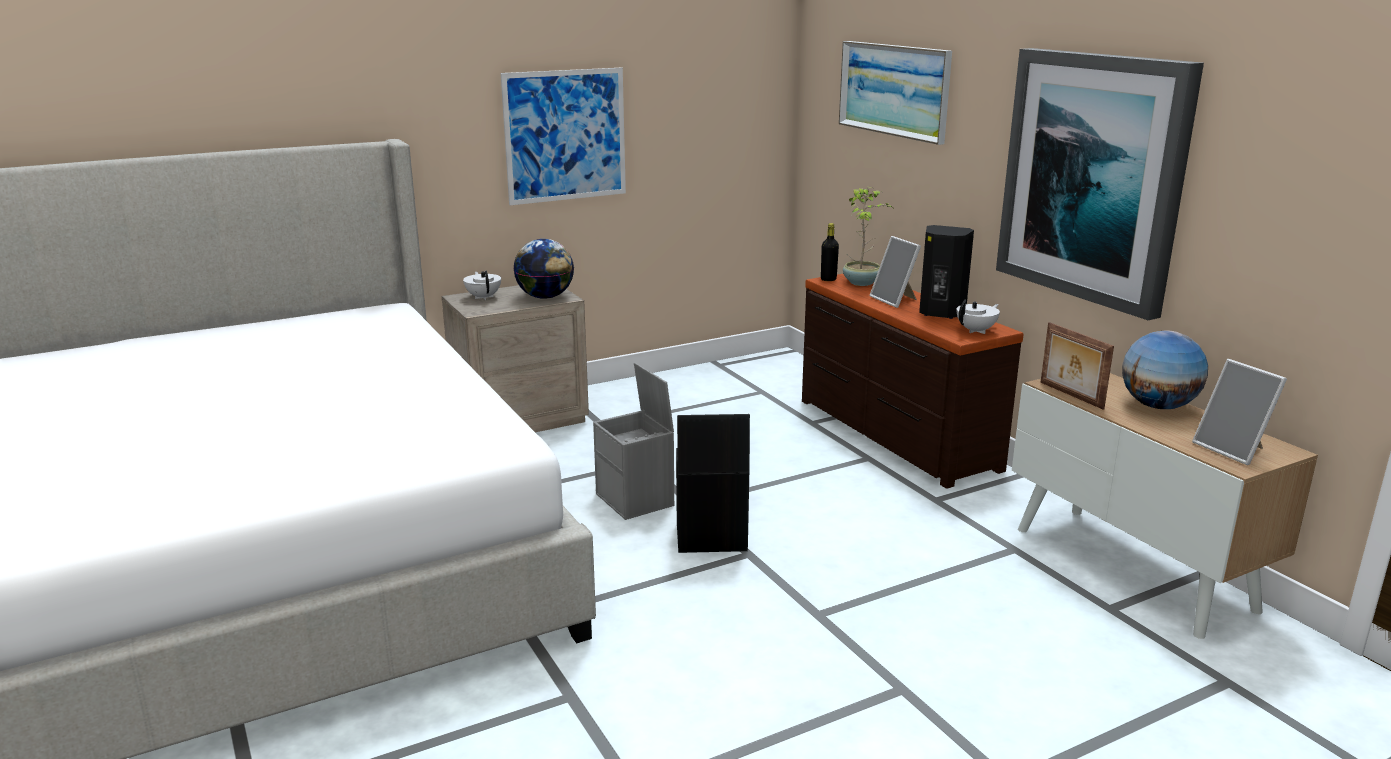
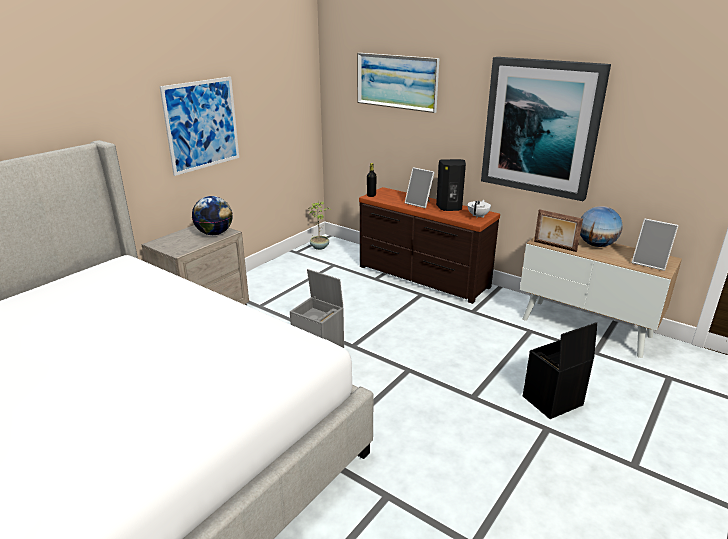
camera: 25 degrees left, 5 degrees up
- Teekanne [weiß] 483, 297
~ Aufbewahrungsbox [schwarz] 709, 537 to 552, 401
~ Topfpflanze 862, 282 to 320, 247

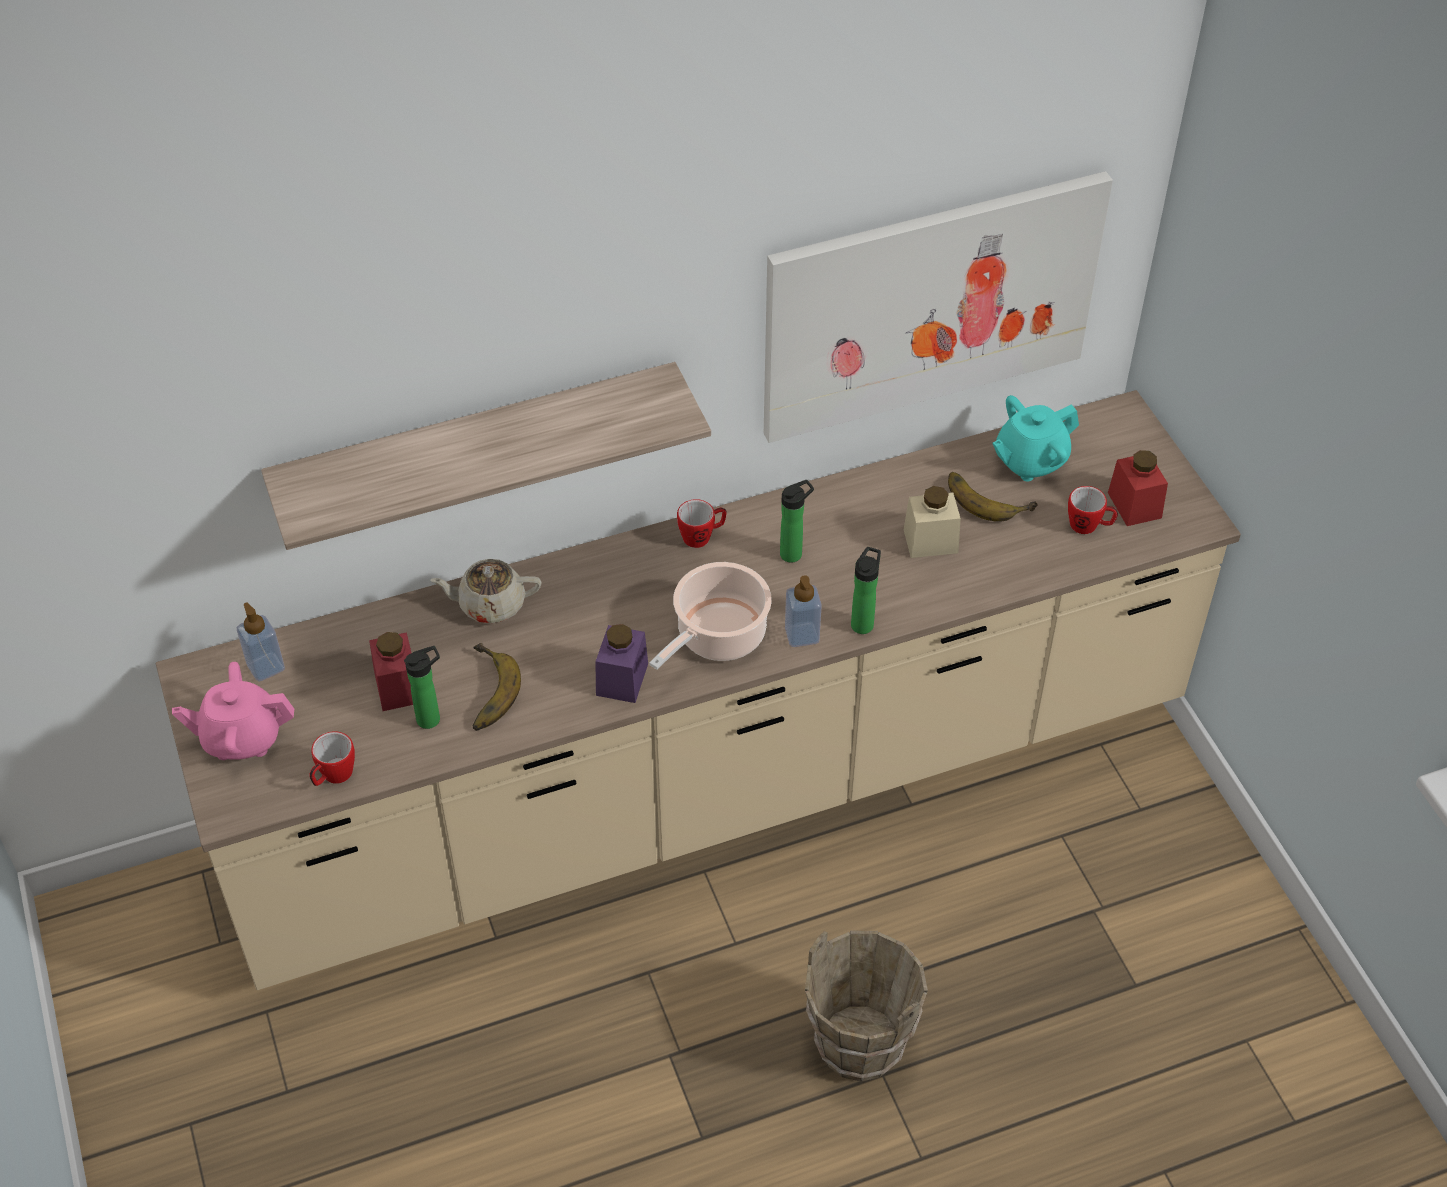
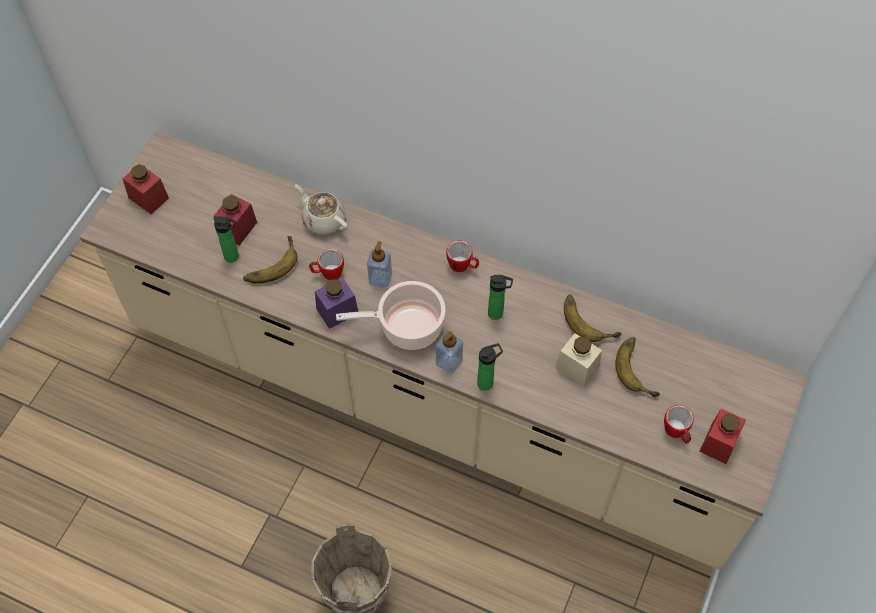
camera: 45 degrees right, 10 degrees up
~ Teekanne [rosa] 242, 738 to Vorratsglas [rot] 148, 198
~ Seifenspender 266, 667 to 380, 279
- Wandregal 477, 448
~ Henkelbecher 333, 776 to 328, 273
- Bild 930, 305
- Teekanne [türkis] 1030, 461
+ Banane 589, 319

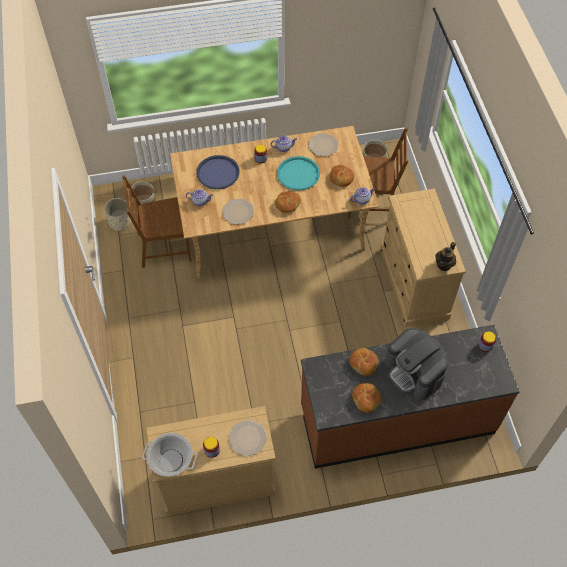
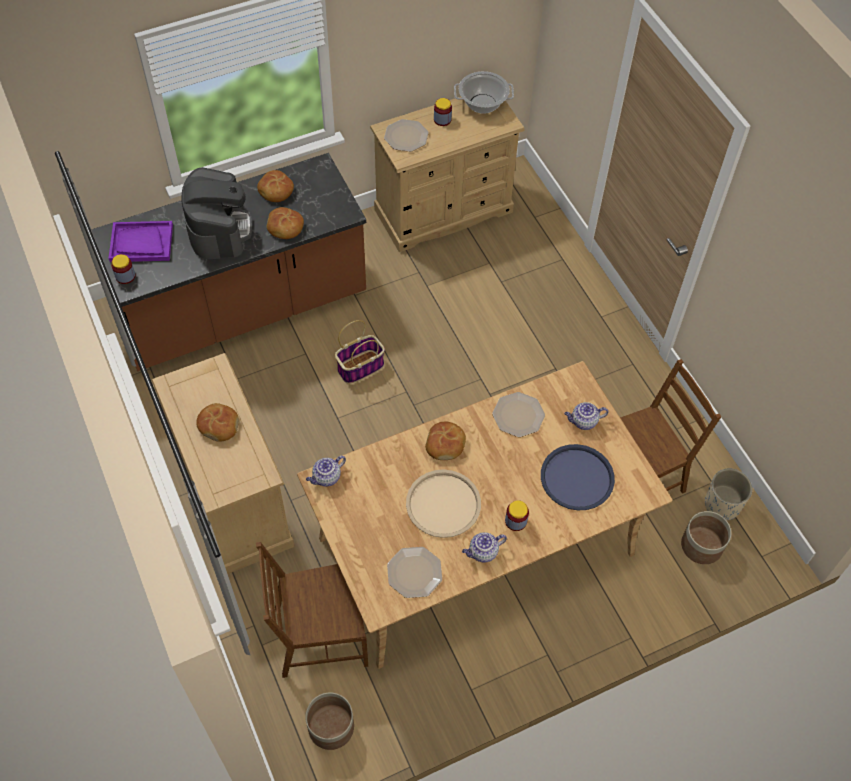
camera: 165 degrees right, 0 degrees up
~ Tablett [türkis] 298, 174 to Tablett [beige] 443, 504
~ Brot 341, 178 to 219, 425
~ Kaffeemaschine 414, 372 = 219, 229 45 degrees clockwise
- Teekanne 444, 265
+ Tablett [lila] 141, 243
+ Korb 361, 366

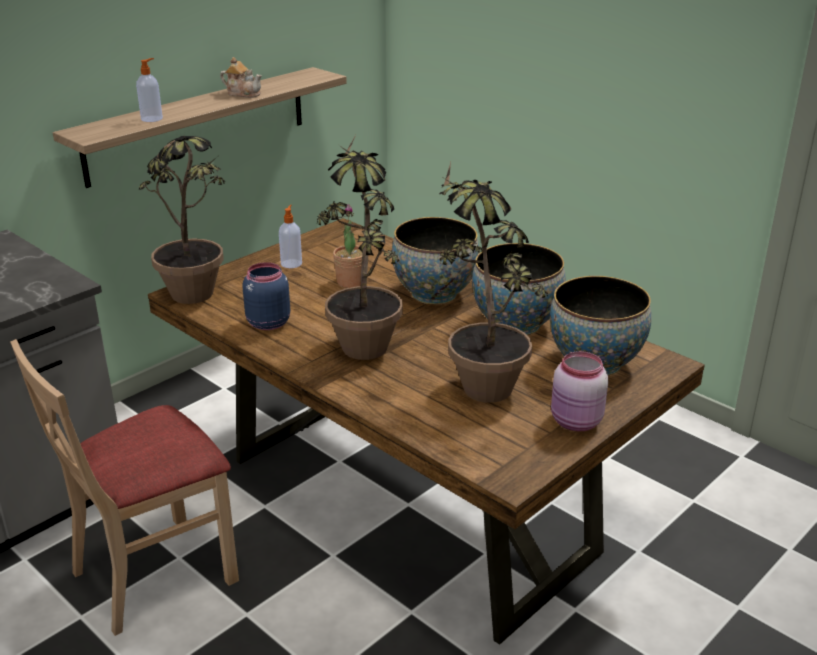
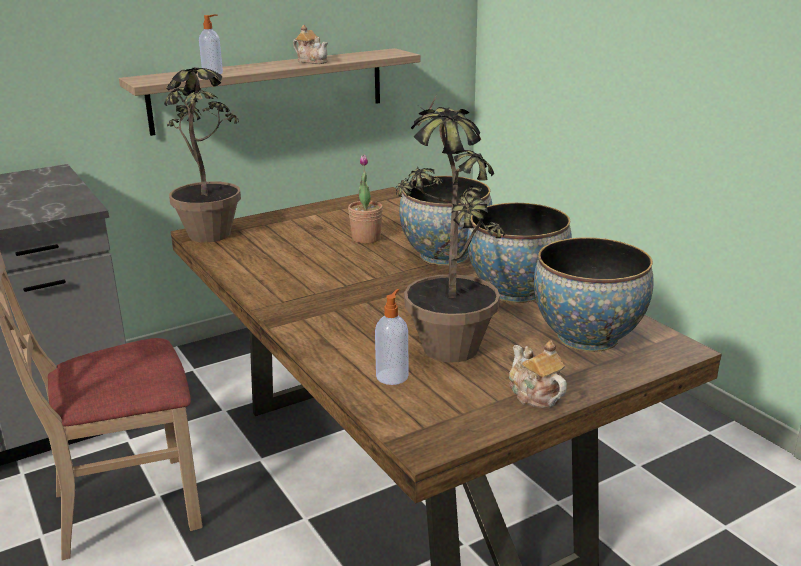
camera: 15 degrees right, 5 degrees down
- Vorratsglas [blau] 267, 323
~ Seifenspender 291, 263 to 392, 376
- Topfpflanze 363, 339
~ Vorratsglas [rosa] 576, 422 to Teekanne 534, 394

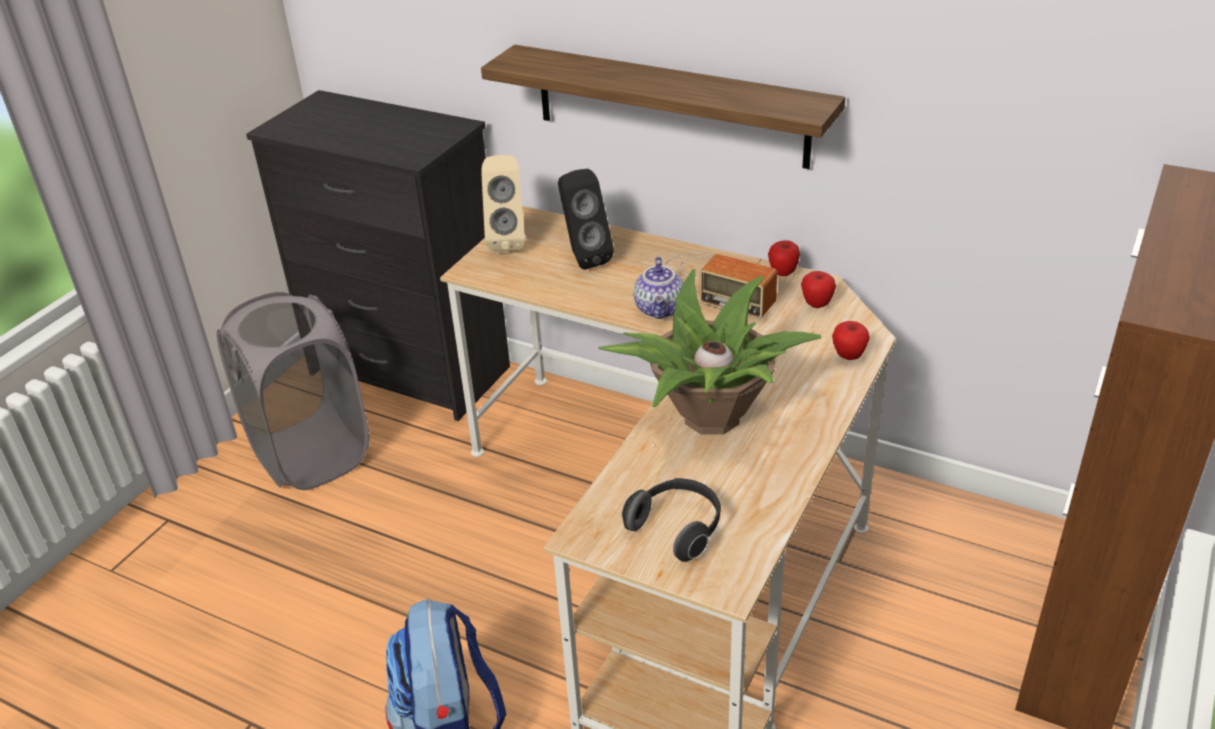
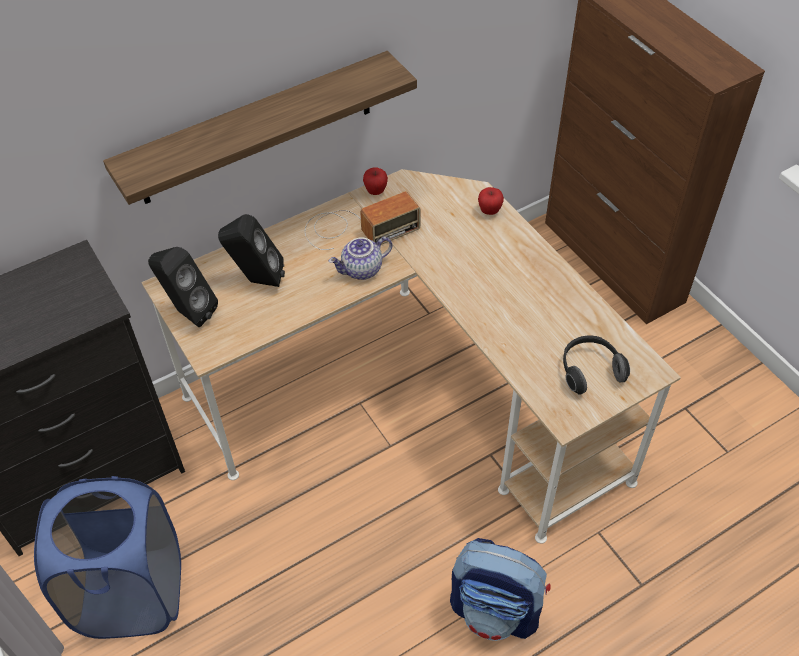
camera: 60 degrees left, 15 degrees up
~ Wäschekorb [grau] 310, 454 to Wäschekorb [blau] 132, 594
~ Lautsprecher [beige] 508, 241 to Lautsprecher [schwarz] 188, 312
- Topfpflanze 710, 418
~ Teekanne 661, 309 = 362, 270 120 degrees clockwise
- Apfel 816, 304

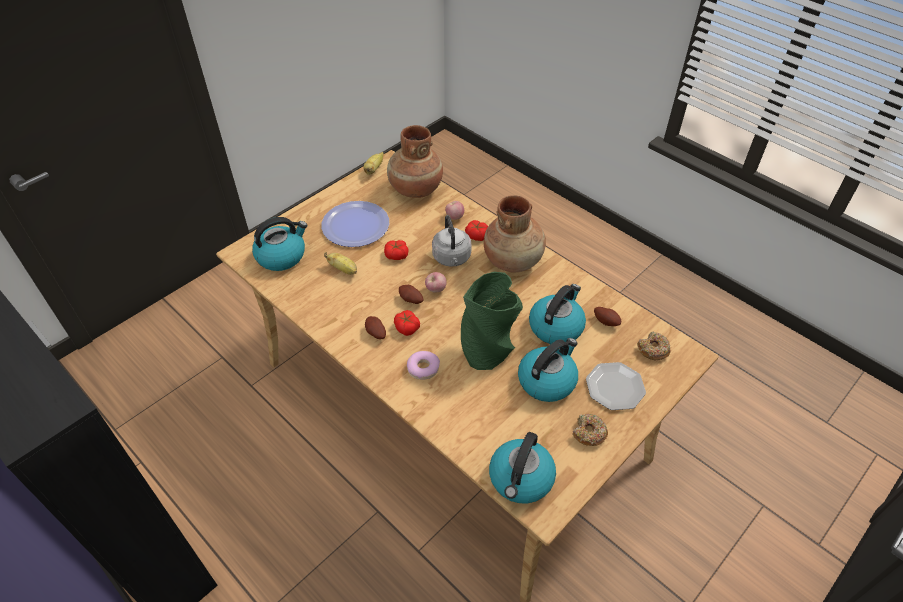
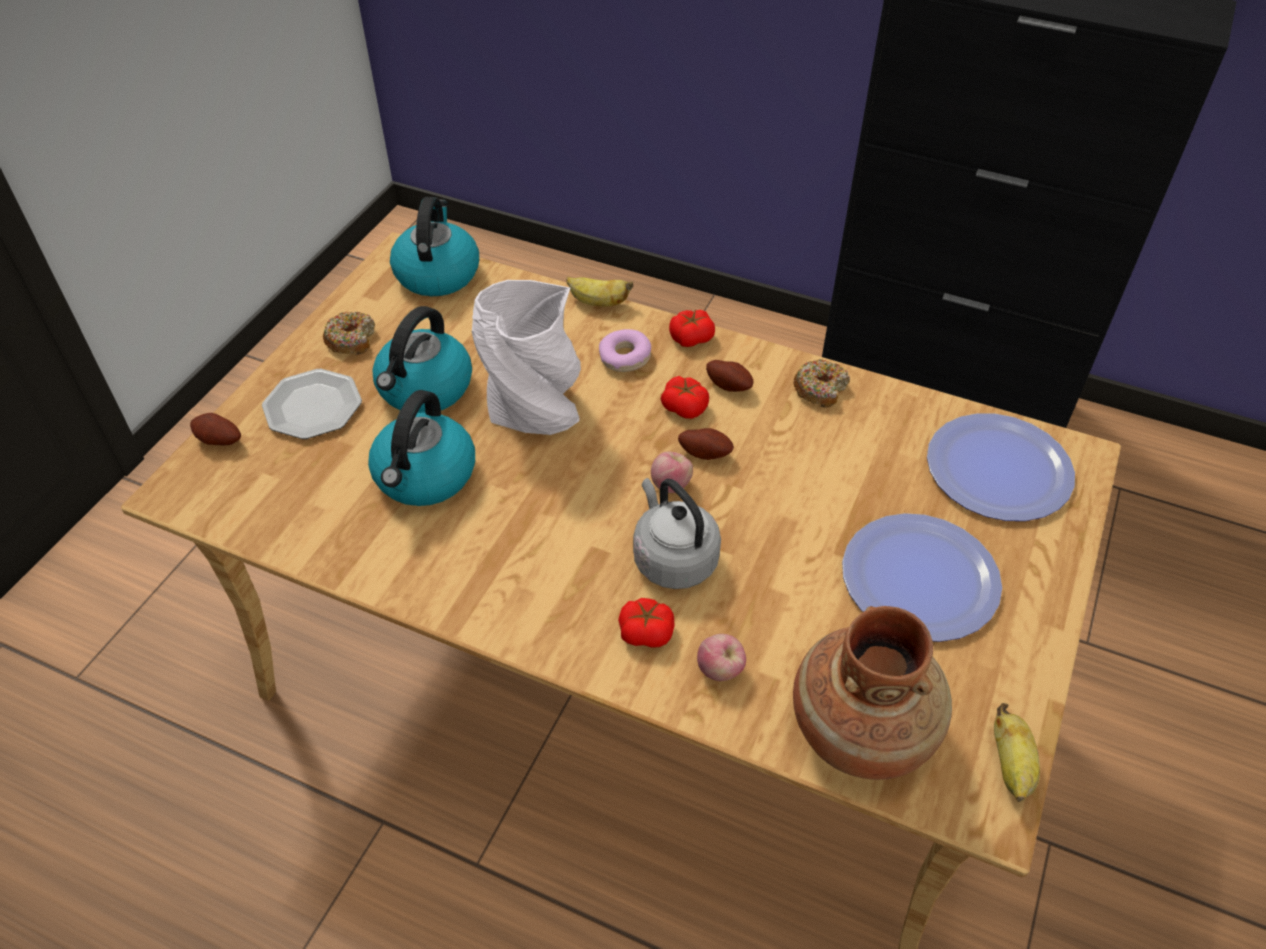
camera: 160 degrees right, 0 degrees up
~ Wasserkessel 282, 256 to Teller 999, 469
~ Banane 344, 270 to 598, 302
~ Tomate 396, 255 to 691, 337
~ Vase [grün] 487, 347 to Vase [weiß] 536, 412
- Vase [braun] 513, 260
~ Kartoffel 606, 321 to 219, 441
~ Donut 653, 350 to 820, 389

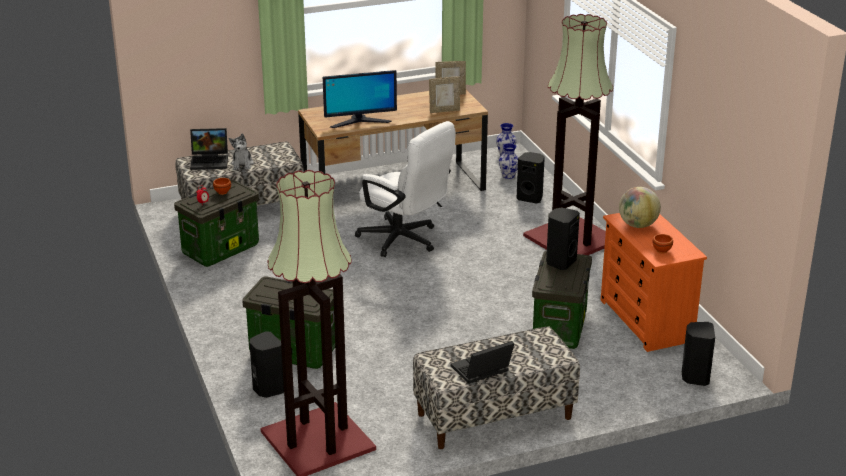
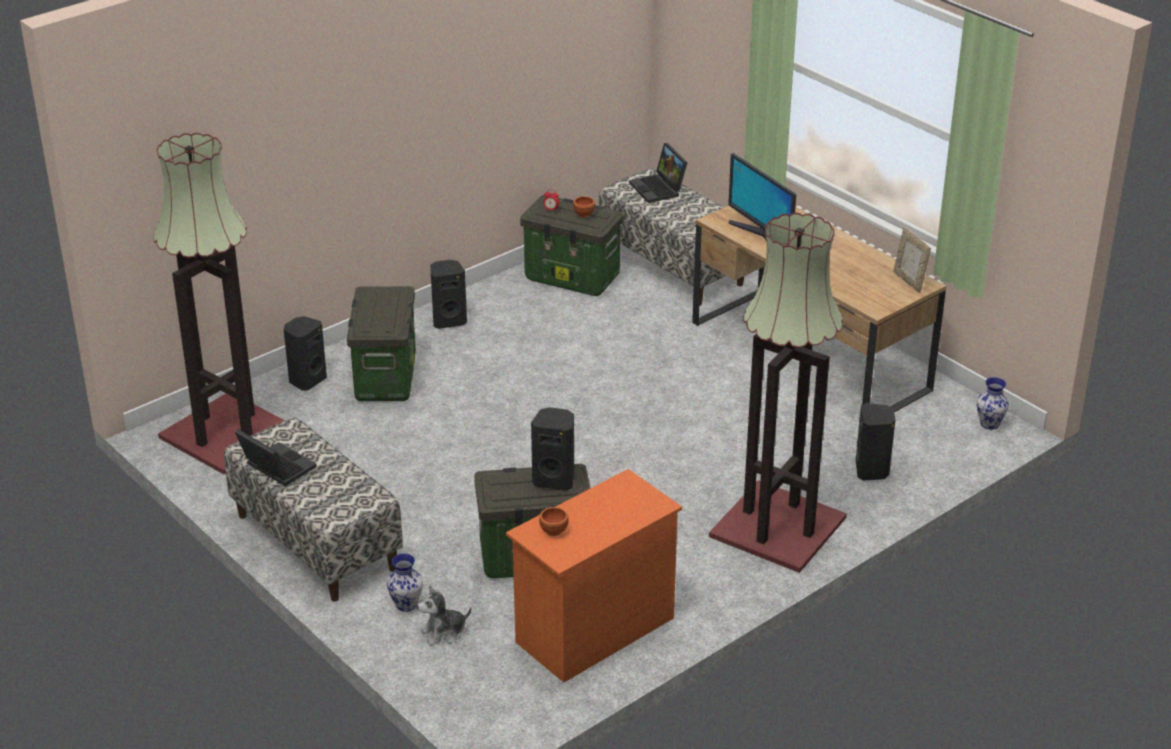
camera: 70 degrees right, 5 degrees up
~ Plüschtier 242, 164 to 444, 633
- Bürostuhl [weiß] 405, 241
- Bilderrahmen 444, 110
~ Vase 509, 176 to 406, 605
- Globus 637, 225
~ Lautsprecher [schwarz] 695, 377 to 448, 320

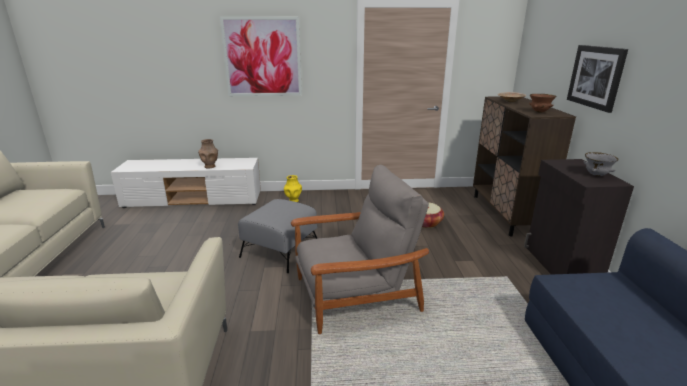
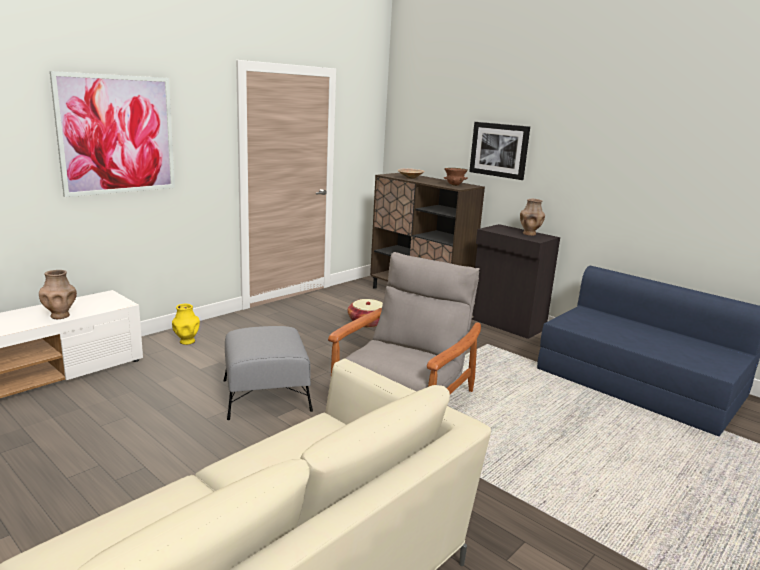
camera: 45 degrees left, 5 degrees down
~ Schüssel [grau] 596, 175 to Vase [braun] 529, 234

